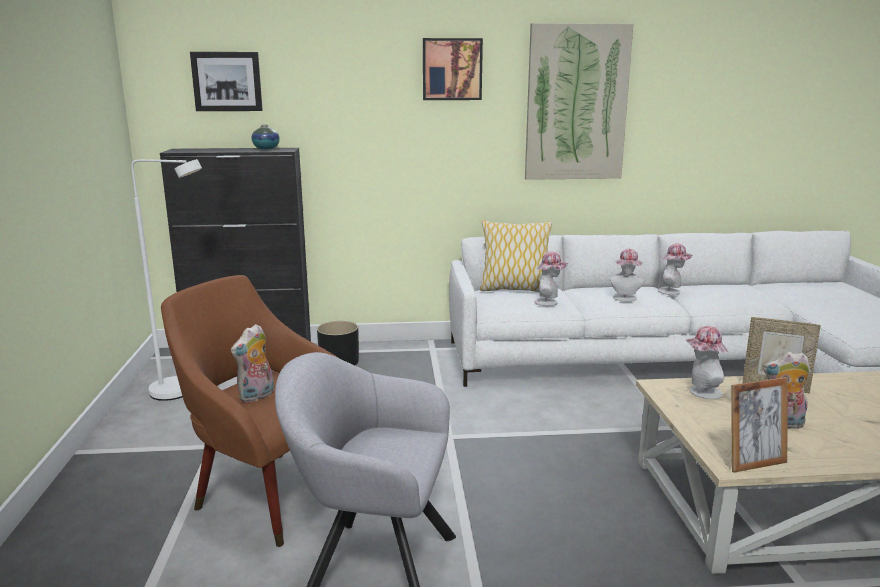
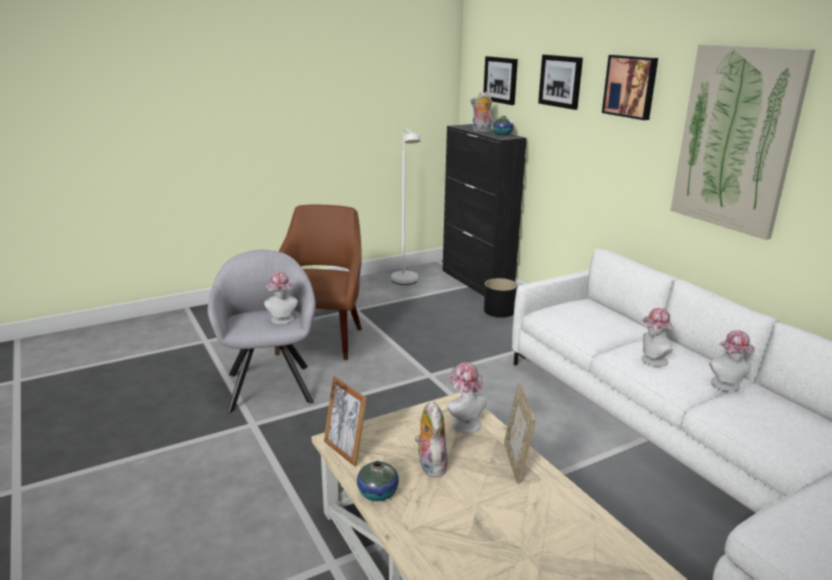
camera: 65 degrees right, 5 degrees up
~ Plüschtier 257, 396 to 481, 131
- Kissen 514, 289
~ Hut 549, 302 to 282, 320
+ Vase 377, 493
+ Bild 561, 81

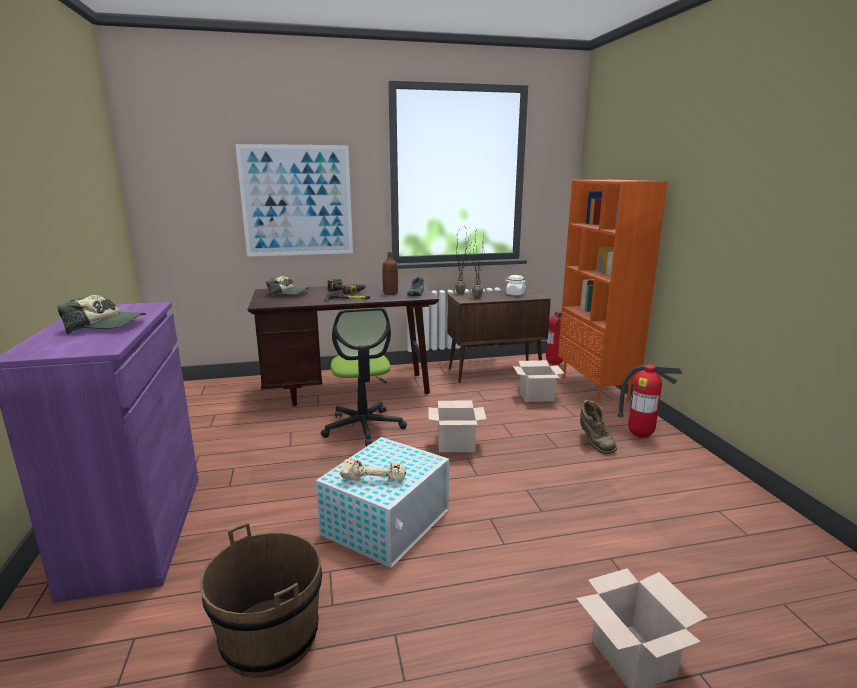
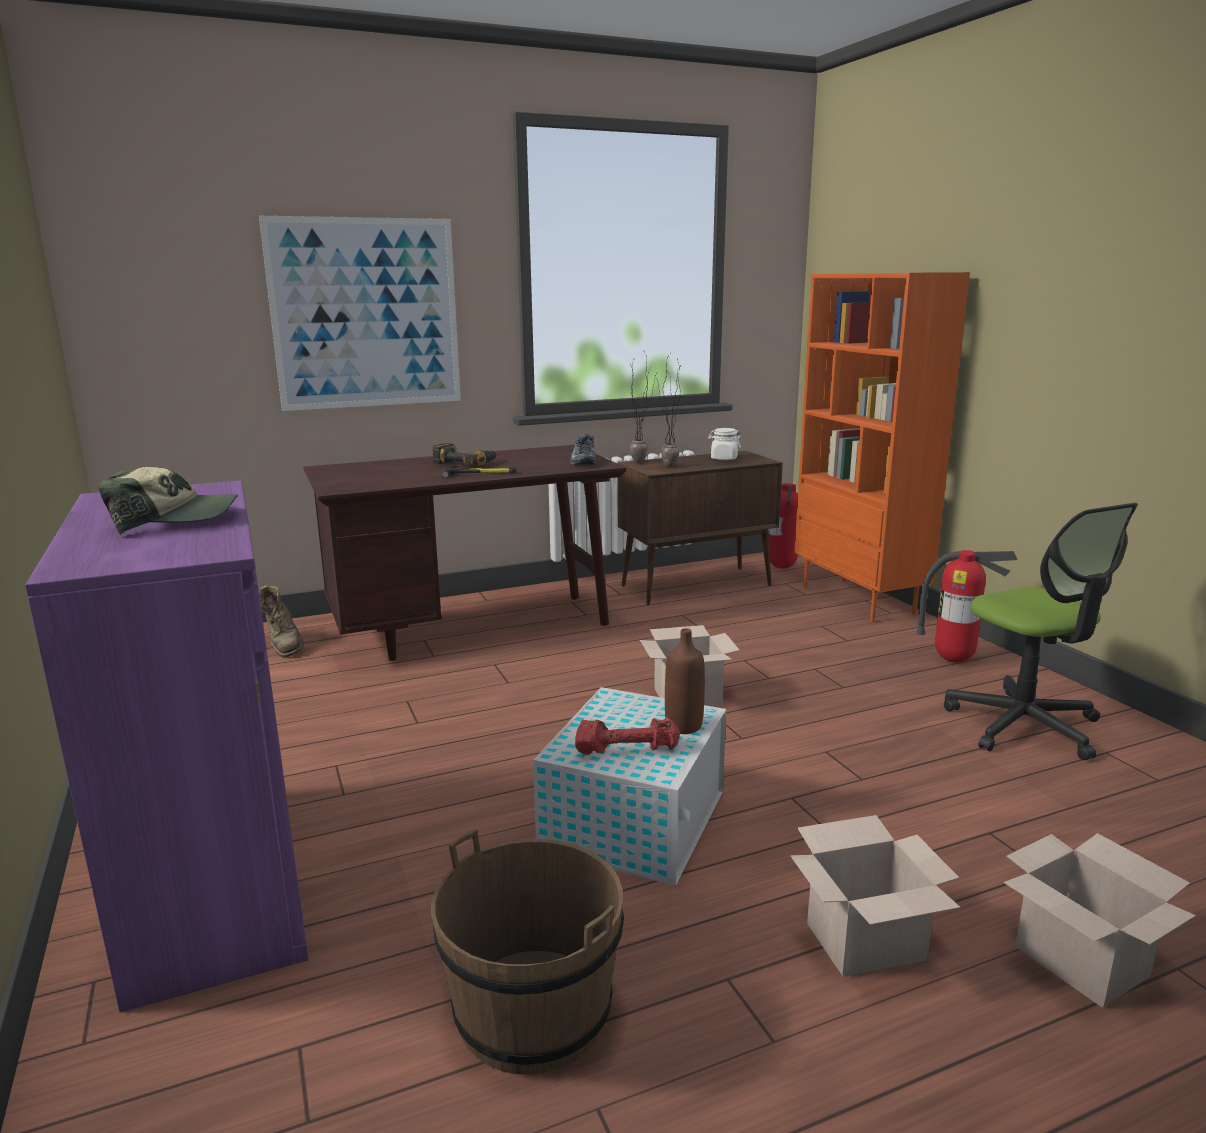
camera: 10 degrees left, 0 degrees up
- Kappe 288, 293
~ Bürostuhl 363, 427 to 1024, 725
~ Hantel [beige] 373, 479 to Hantel [rot] 627, 750
~ Flasche [braun] 390, 293 to 683, 726
~ Karton 535, 396 to 864, 943
~ Stiefel [braun] 594, 443 to 283, 646

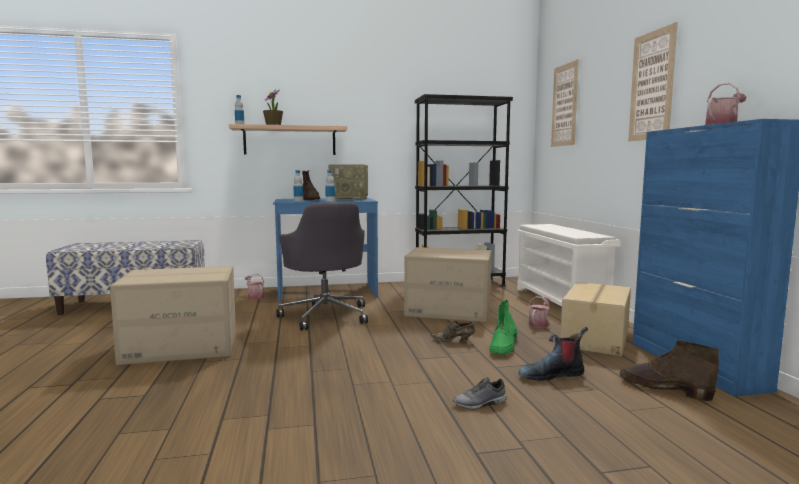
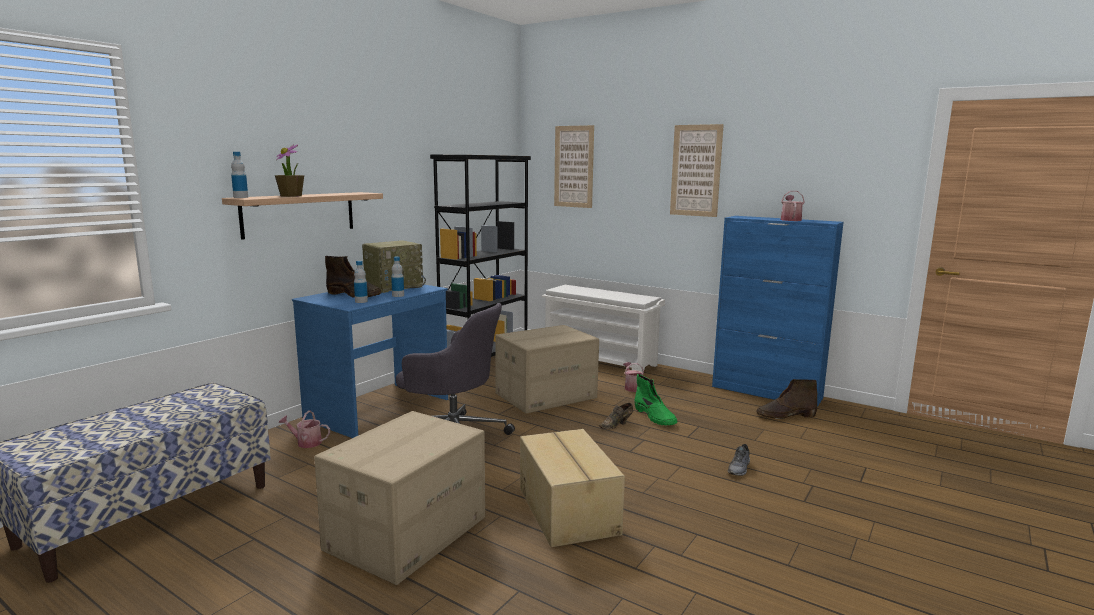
camera: 45 degrees left, 5 degrees up
- Stiefel 551, 375
~ Karton 596, 338 to 569, 510

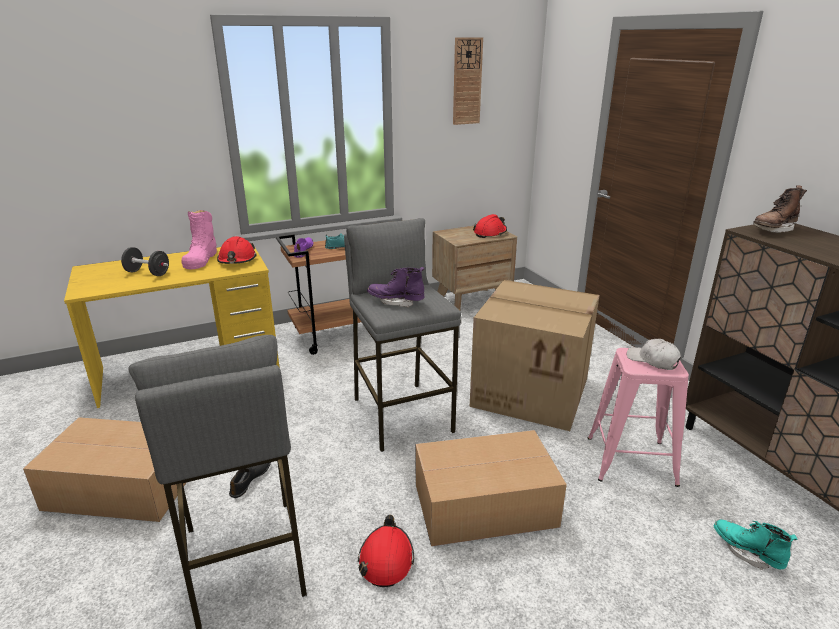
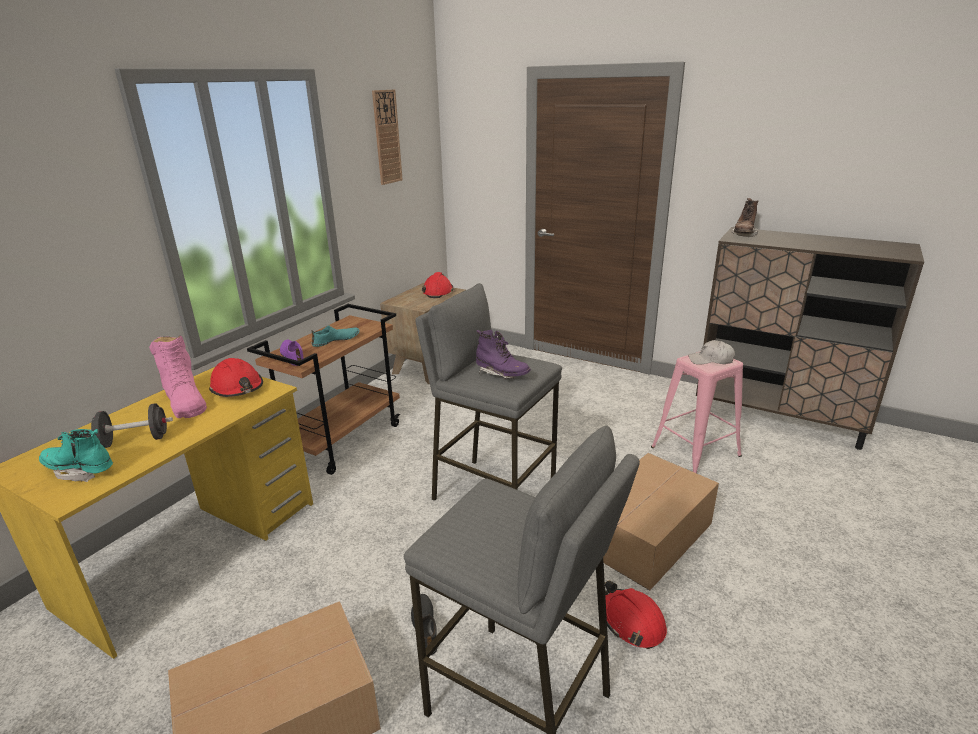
camera: 35 degrees left, 0 degrees up
~ Stiefel [lila] 396, 302 = 502, 374 120 degrees counterclockwise
- Karton 532, 392
~ Stiefel [türkis] 747, 552 to 80, 471

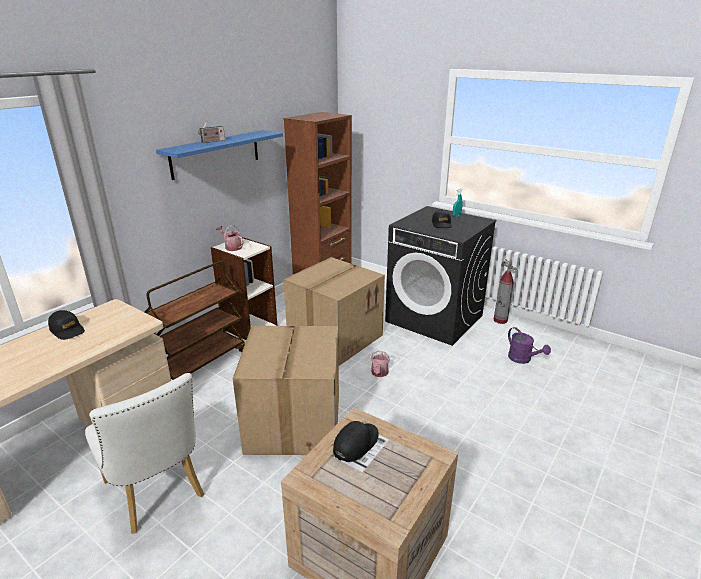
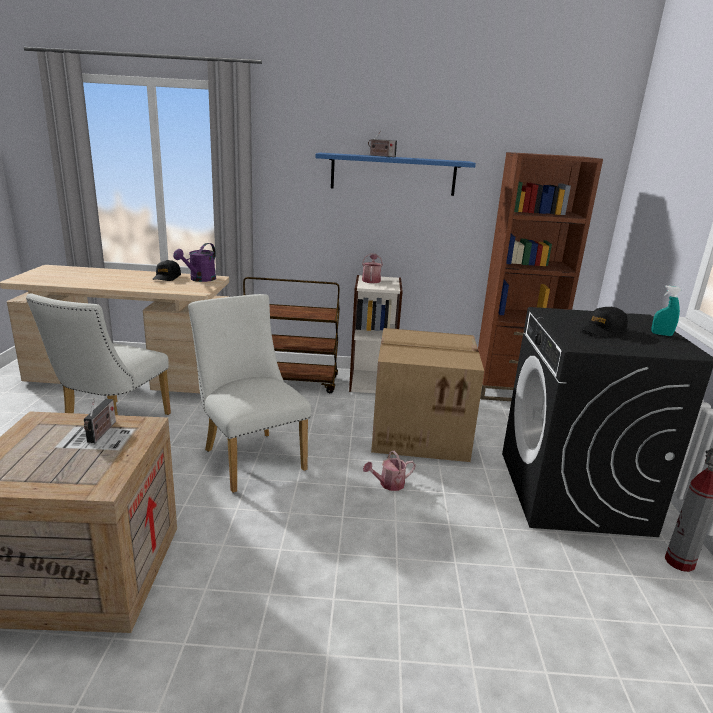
camera: 55 degrees right, 5 degrees down
~ Karton 293, 421 to Stuhl [weiß] 250, 456
~ Kappe [schwarz] 356, 444 to Radio 101, 433
~ Gießkanne [lila] 523, 359 to 199, 279

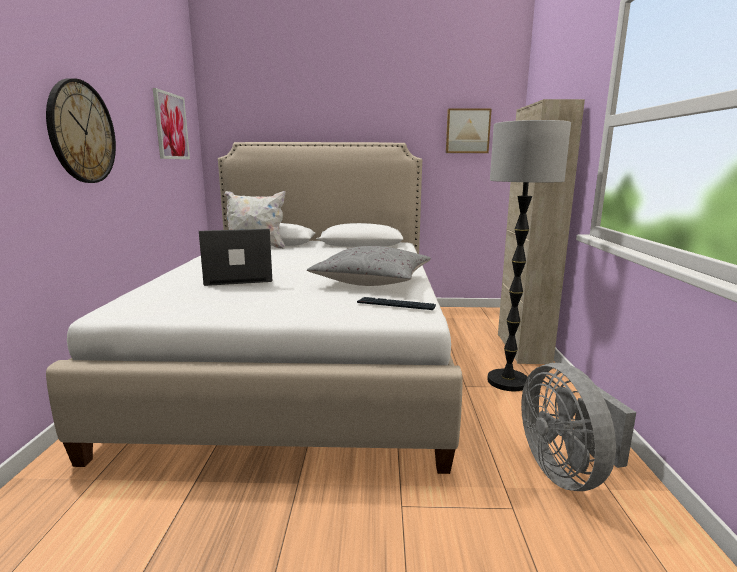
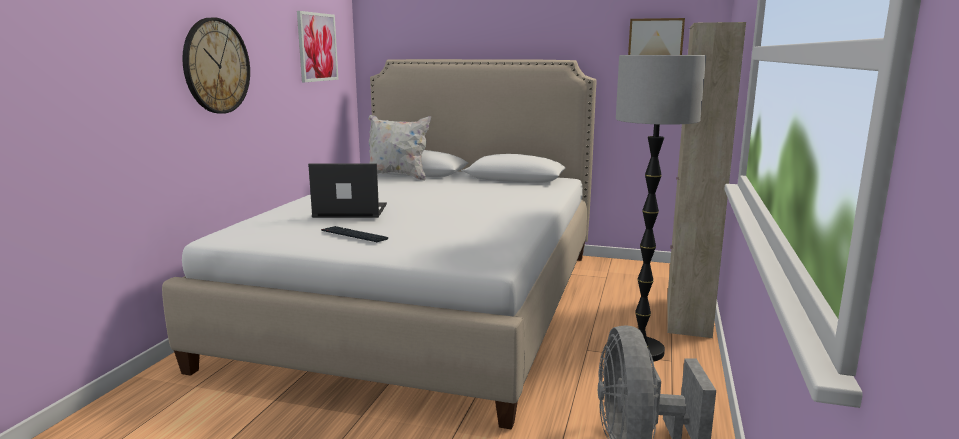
camera: 15 degrees right, 0 degrees up
- Kissen [grau] 372, 281
~ Tastatur 396, 305 to 354, 235

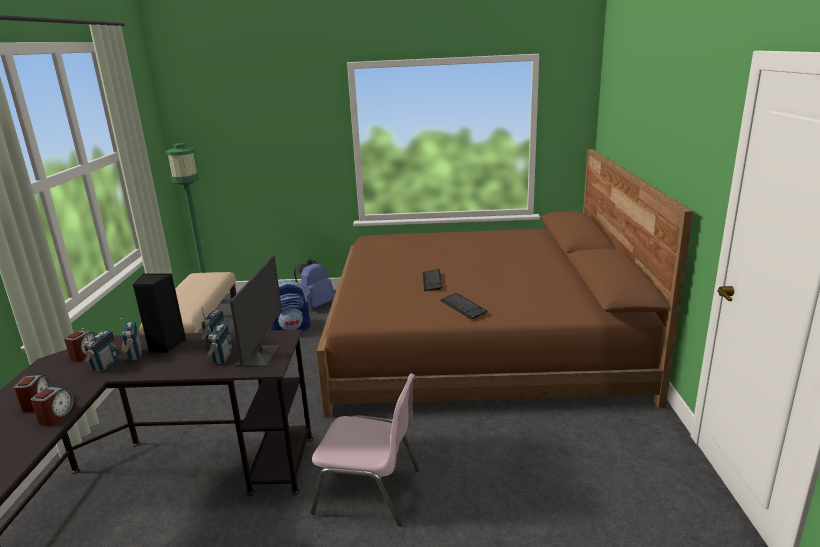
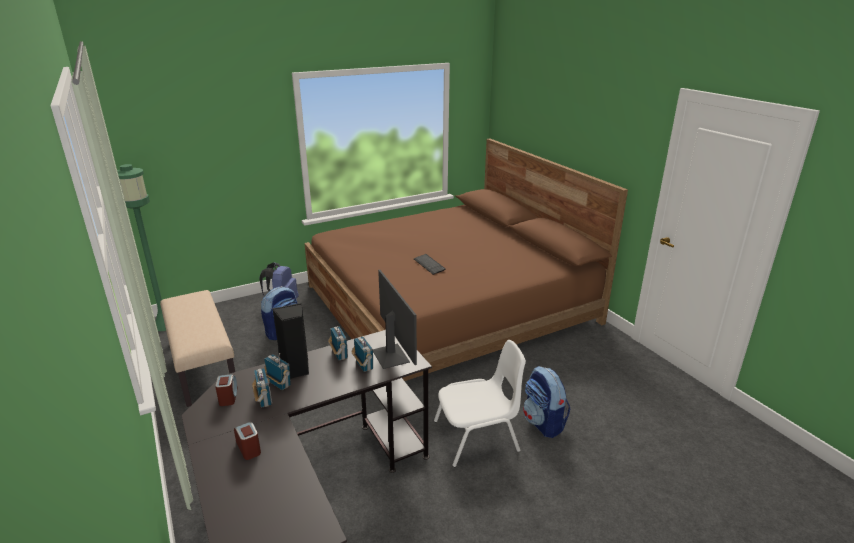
camera: 30 degrees left, 5 degrees up
- Wecker 57, 415
~ Stuhl [rosa] 369, 491 to Stuhl [weiß] 477, 436
- Tastatur 463, 307
+ Rucksack 543, 423

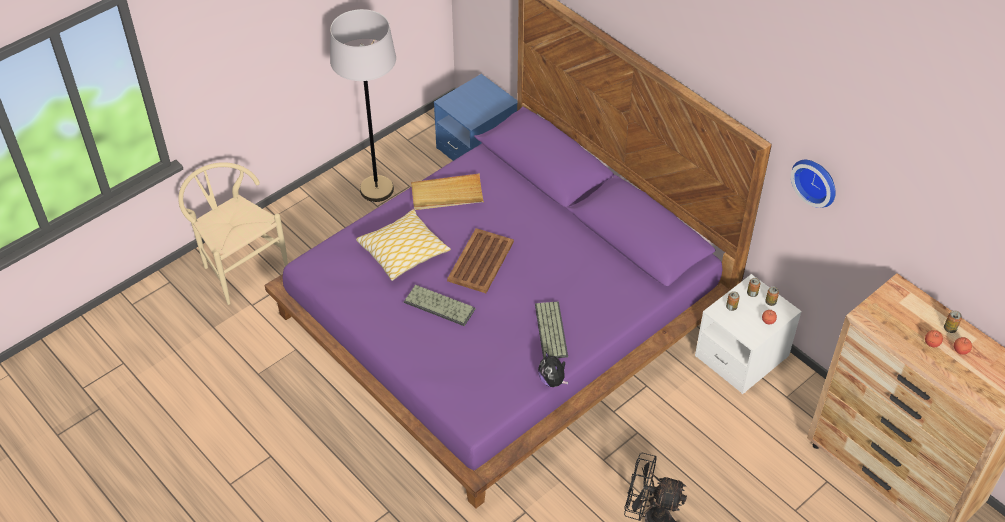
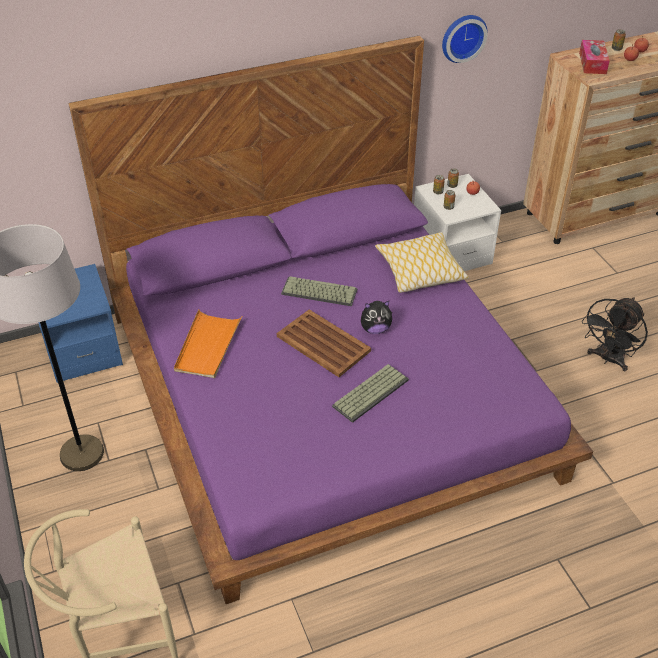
camera: 70 degrees left, 5 degrees down
~ Kissen 403, 252 to 420, 271
~ Tablett [beige] 447, 195 to Tablett [orange] 208, 346
~ Tastatur 549, 330 to 318, 293
~ Plüschtier 552, 380 to 375, 329
+ Taschentuchbox 592, 63

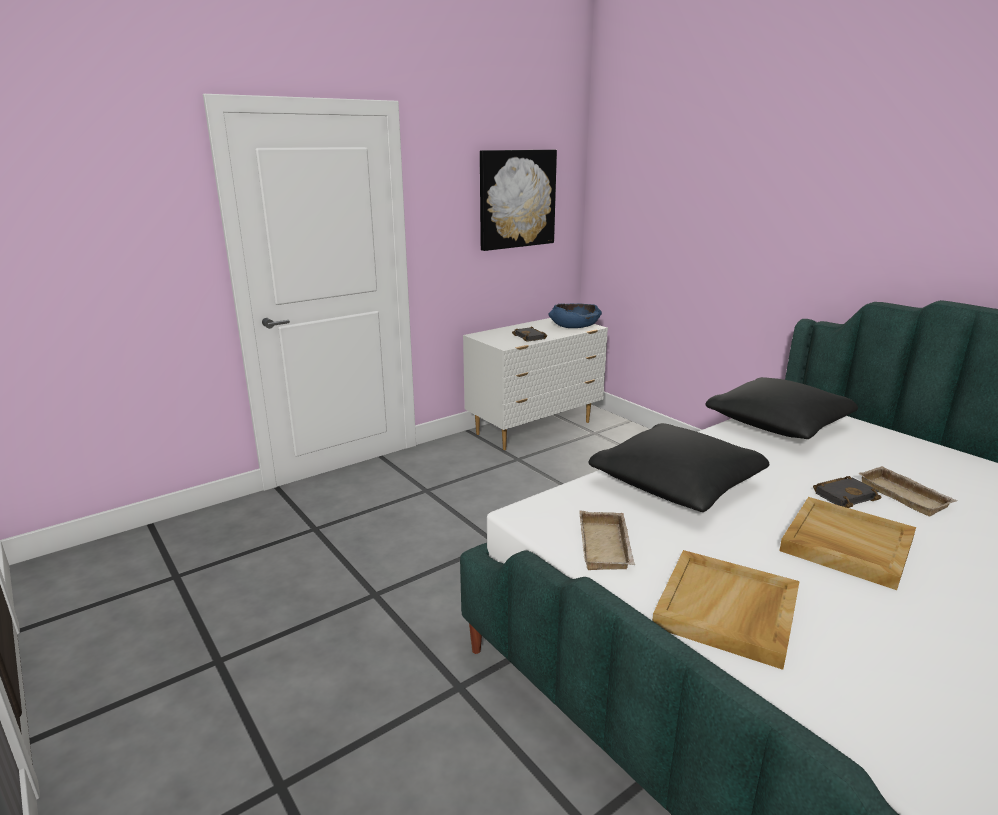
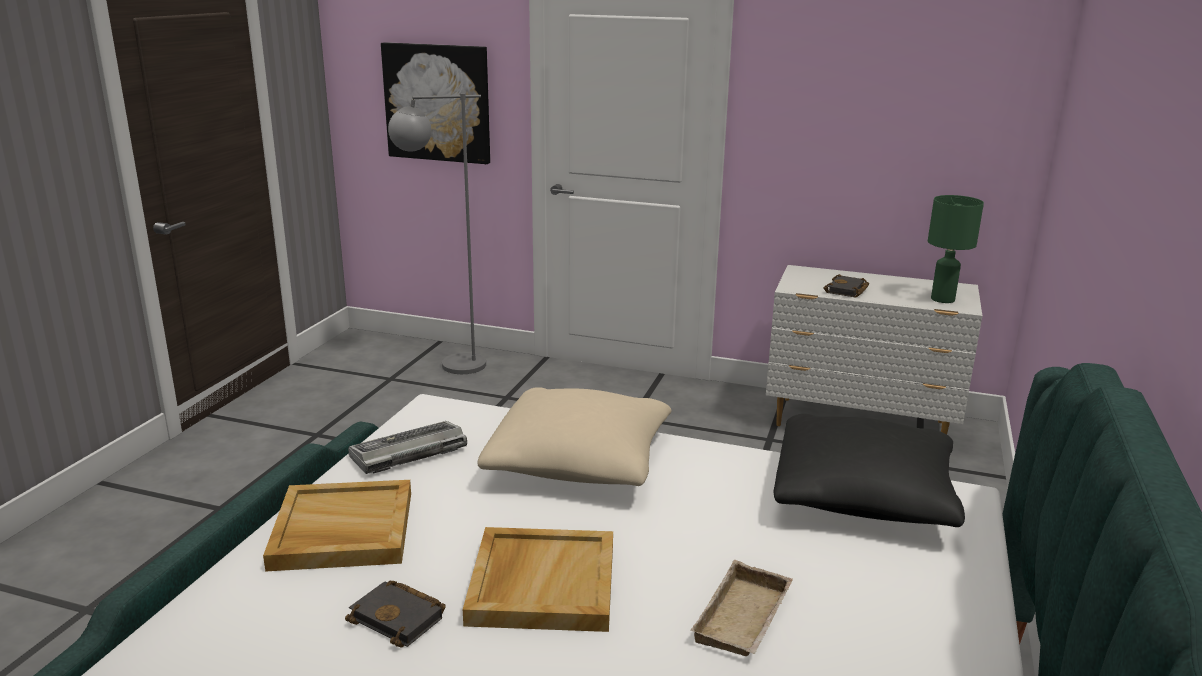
camera: 55 degrees right, 0 degrees up
~ Bild 516, 199 to 437, 103
~ Schüssel [blau] 574, 326 to Tischlampe [grün] 943, 299
~ Tablett [beige] 607, 547 to Tastatur 407, 454
~ Kissen [schwarz] 676, 485 to Kissen [beige] 579, 461
~ Buch [schwarz] 844, 495 to 400, 618
+ Stehlampe [grau] 448, 367

